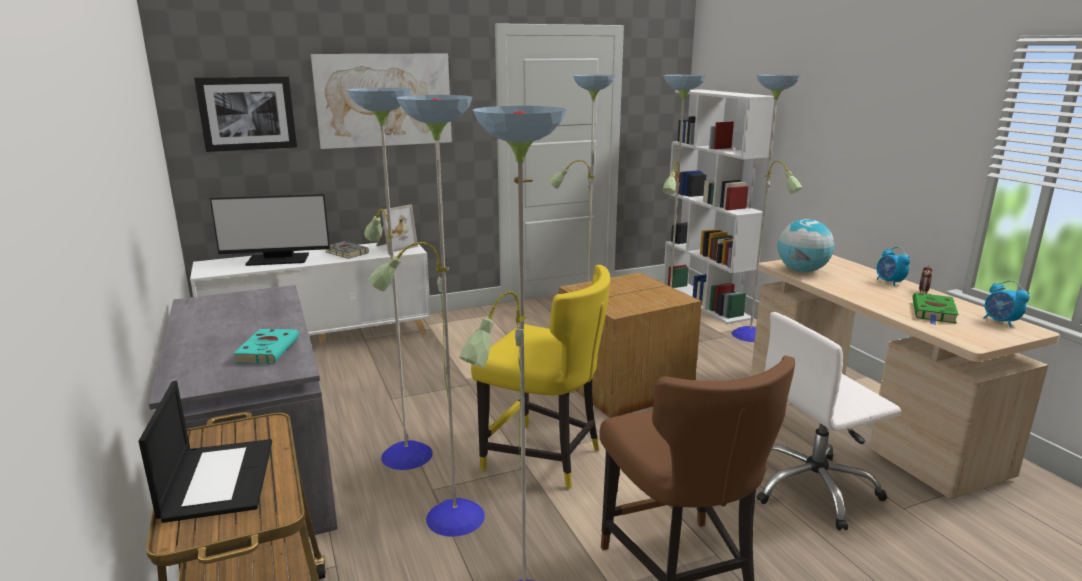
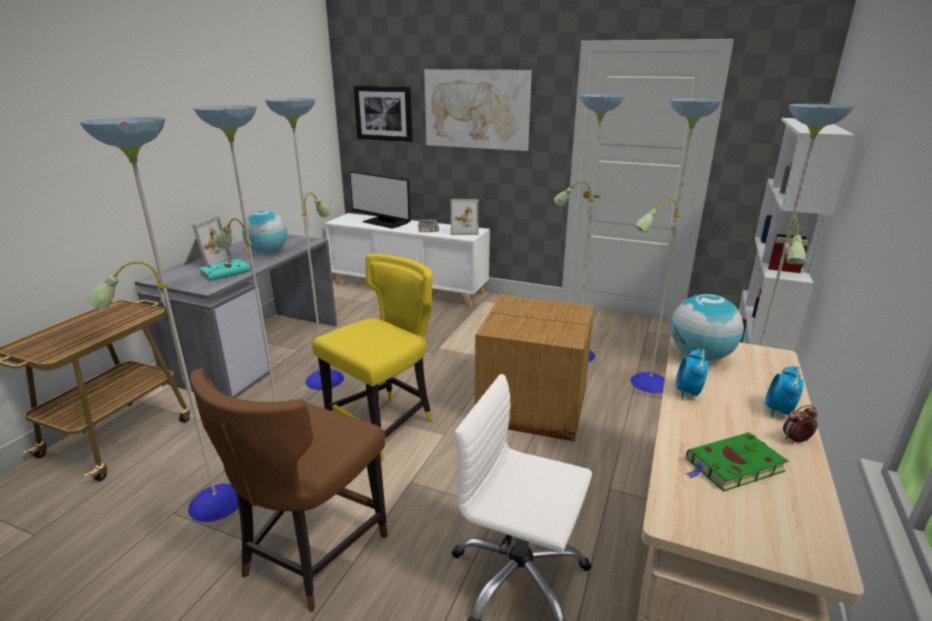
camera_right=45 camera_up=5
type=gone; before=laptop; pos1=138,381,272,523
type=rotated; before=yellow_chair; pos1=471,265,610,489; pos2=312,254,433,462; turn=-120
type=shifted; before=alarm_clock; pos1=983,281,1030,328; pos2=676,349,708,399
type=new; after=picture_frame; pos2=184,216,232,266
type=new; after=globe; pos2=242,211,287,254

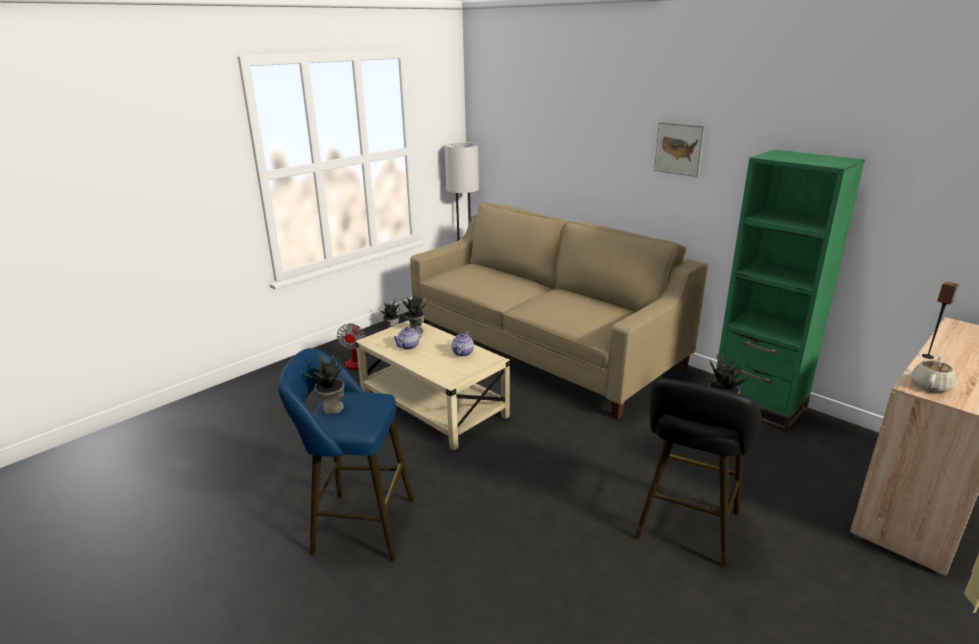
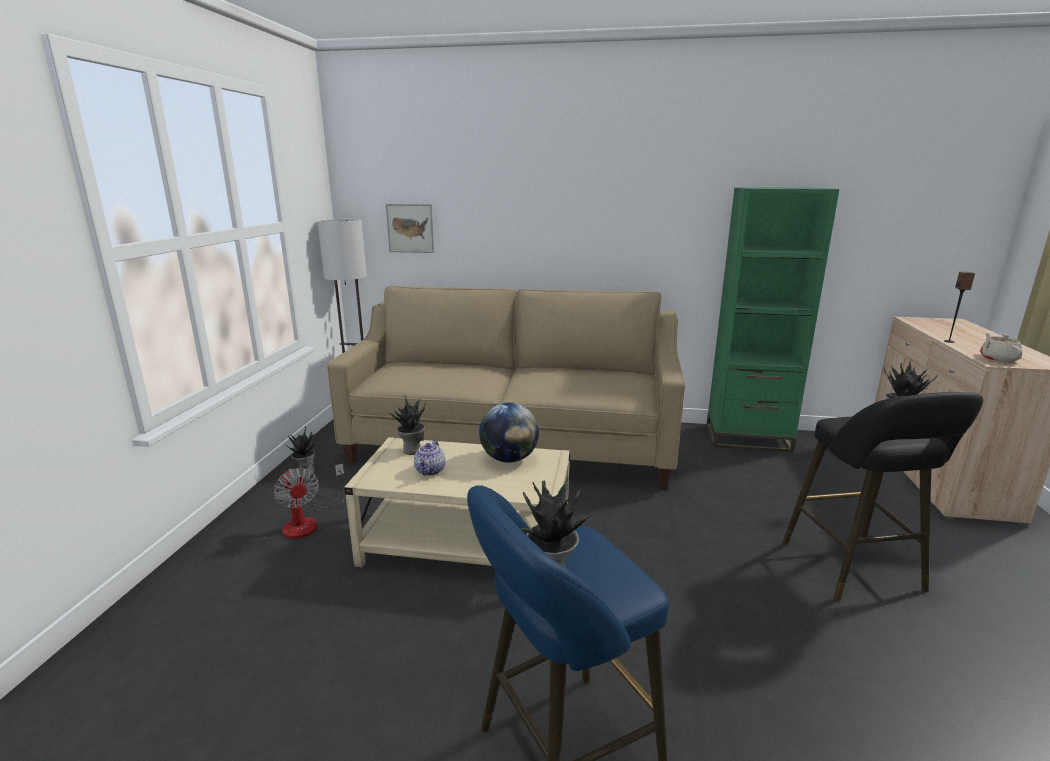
camera_right=-35 camera_up=-5
type=swapped; before=teapot; after=globe; pos1=452,331,474,357; pos2=479,402,539,463
type=shifted; before=picture; pos1=654,122,705,177; pos2=386,204,434,253

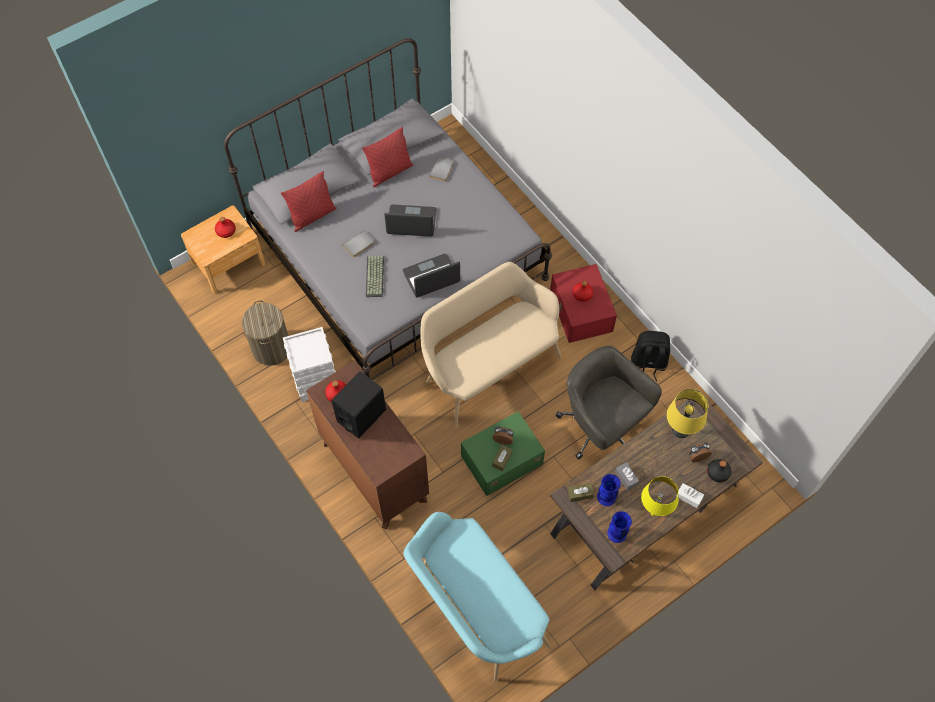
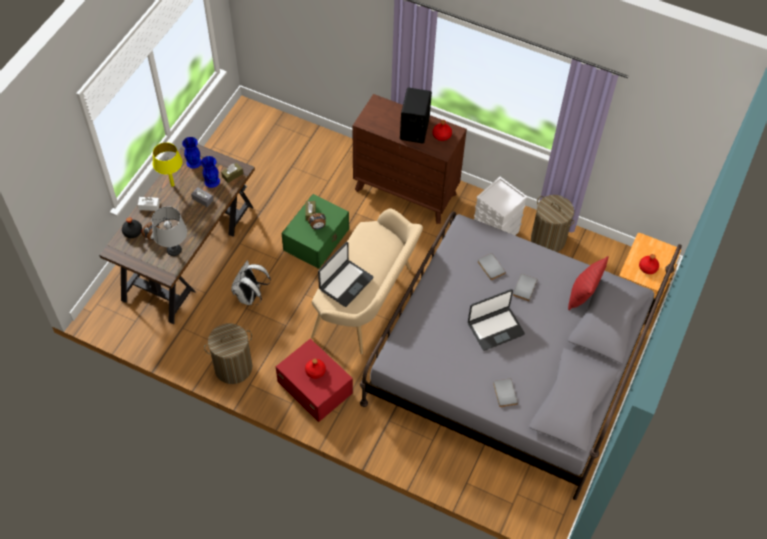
camera_right=150 camera_up=-5
type=gone; before=red_pillow; pos1=362,127,413,187
type=swapped; before=keyboard; after=grey_book; pos1=366,256,384,297; pos2=478,253,506,280
type=shifted; before=laptop; pos1=403,254,460,298; pos2=318,242,373,307
type=gone; before=turquoise_bench; pos1=404,512,551,681
type=swapped; before=grey_office_chair; after=white_backpack; pos1=556,346,662,460; pos2=231,261,271,305
type=swapped; before=black_backpack; after=laundry_basket; pos1=631,331,670,381; pos2=204,323,252,384
type=repainted; before=yellow_table_lamp; after=grey_table_lamp; pos1=667,389,708,438; pos2=152,207,187,256

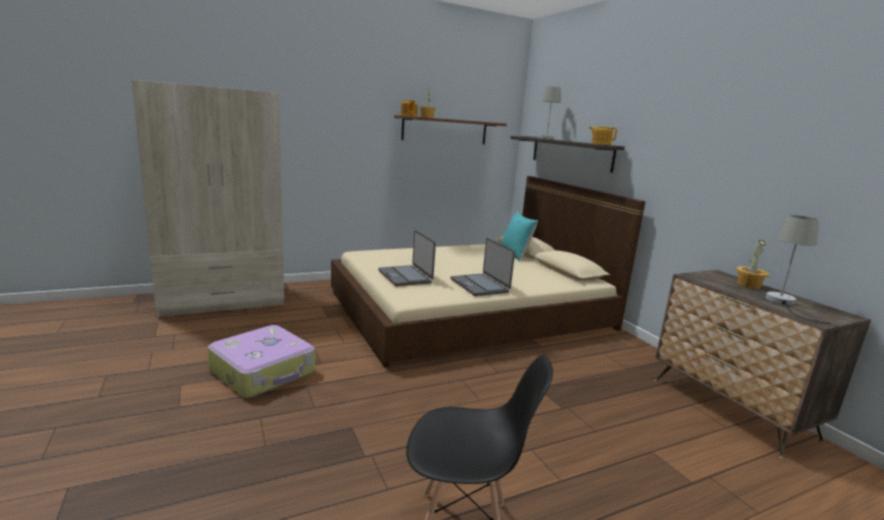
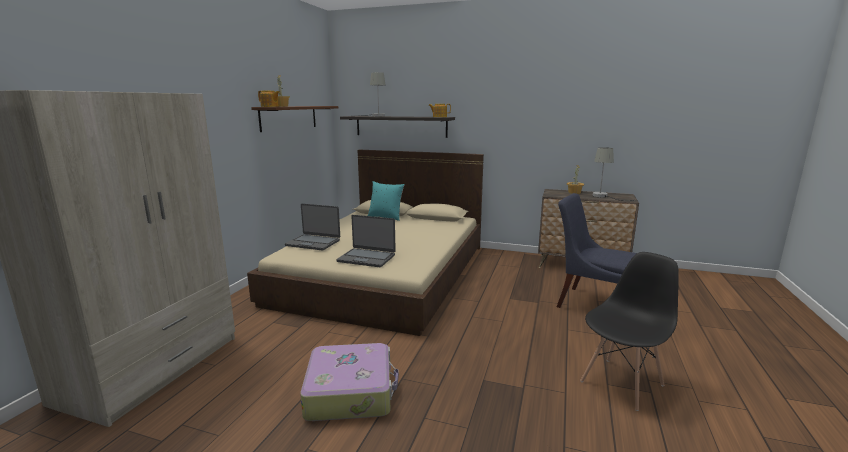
camera_right=-45 camera_up=0
type=shifted; before=laptop; pos1=450,238,515,296; pos2=285,204,340,250
type=new; after=blue_chair; pos2=557,193,637,308

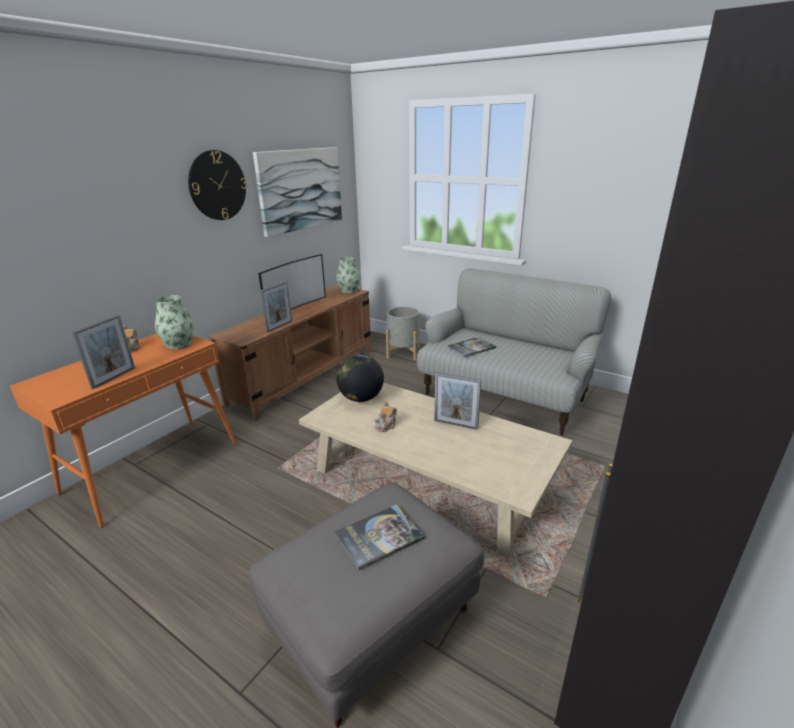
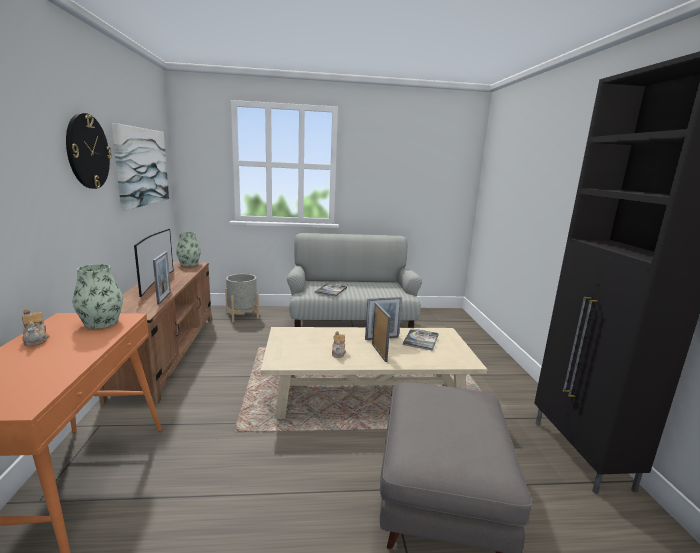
camera_right=-40 camera_up=-10
type=shifted; before=picture_frame; pos1=72,314,135,389; pos2=372,302,391,362
type=shifted; before=book; pos1=334,504,425,570; pos2=403,328,439,351
type=gone; before=globe; pos1=336,355,384,402

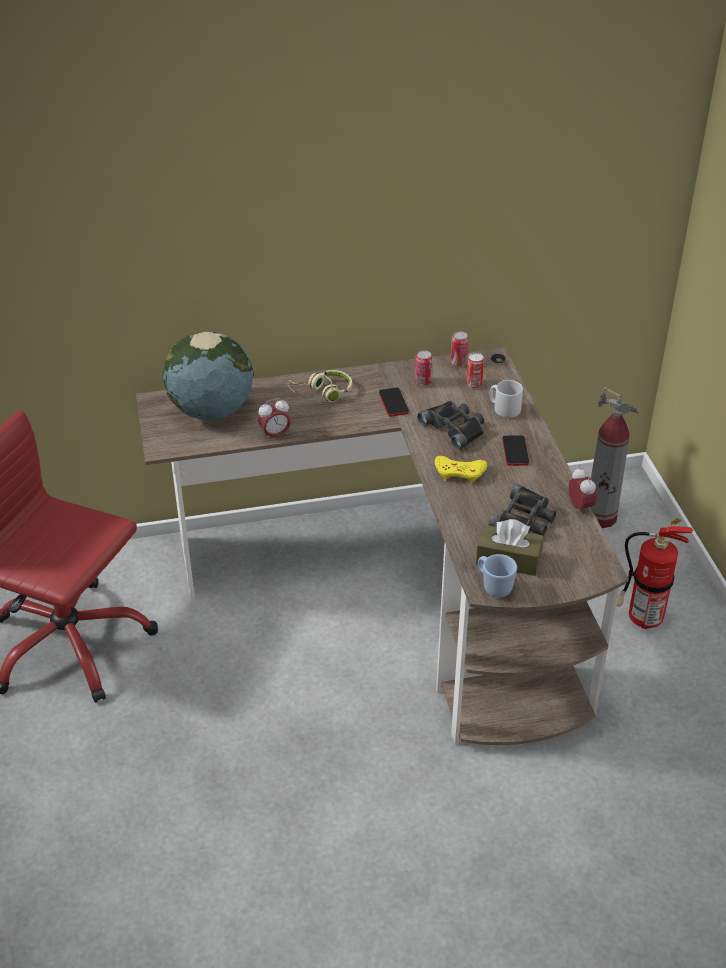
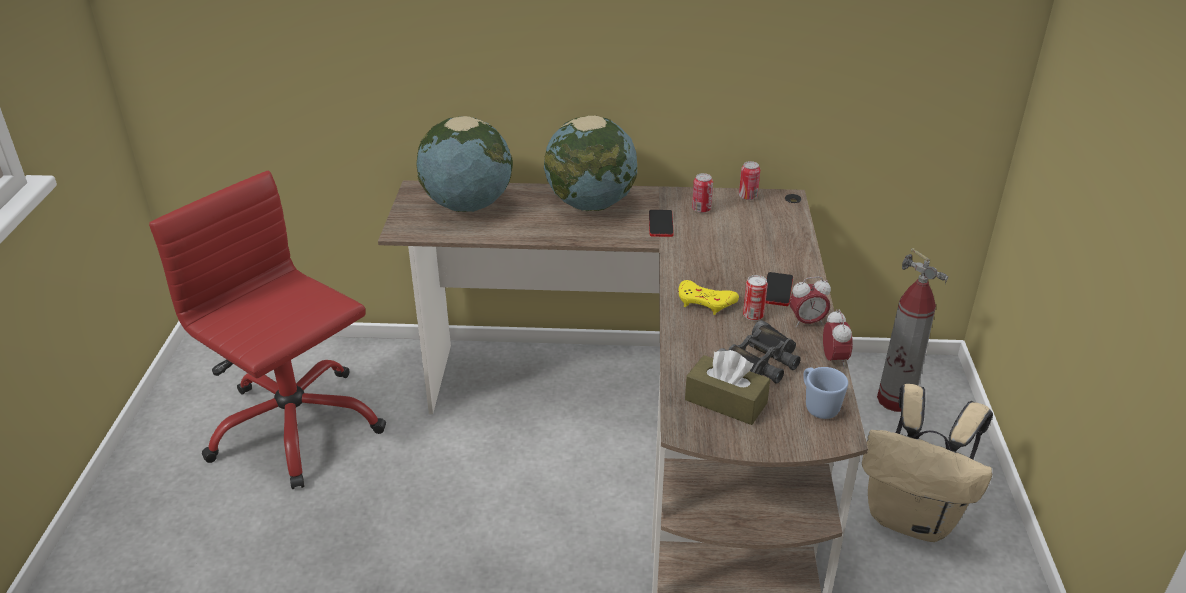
camera_right=15 camera_up=-5
type=shifted; before=alarm_clock; pos1=258,398,291,441; pos2=790,277,831,327
type=swapped; before=beige_headphones; after=globe; pos1=288,370,352,402; pos2=544,115,638,211
type=gone; before=black_binoculars; pos1=417,401,484,450
type=shifted; before=can; pos1=466,353,484,389; pos2=743,275,768,321
type=shifted; before=blue_mug; pos1=478,554,517,598; pos2=803,367,848,419
type=gone; before=grey_mug; pos1=490,380,523,418
type=swapped; before=fire_extinguisher; after=beige_backpack; pos1=616,518,693,629; pos2=862,384,993,542

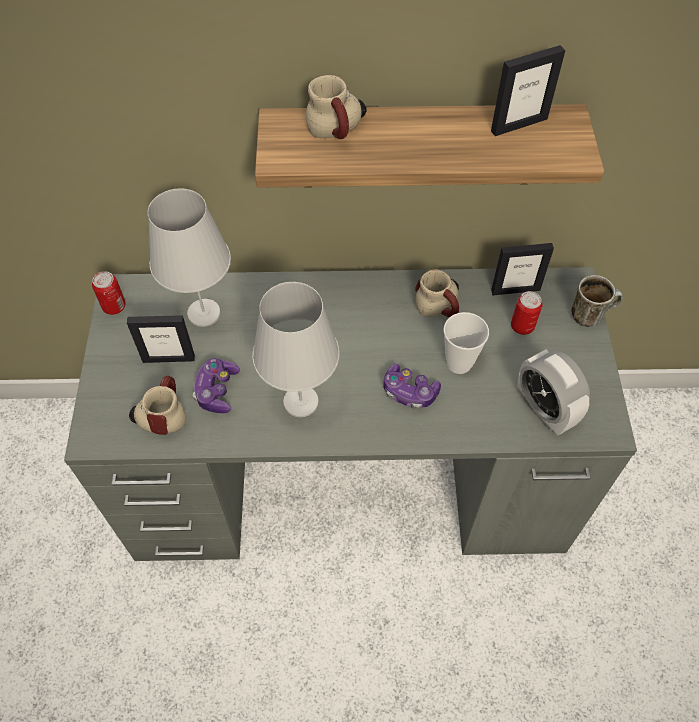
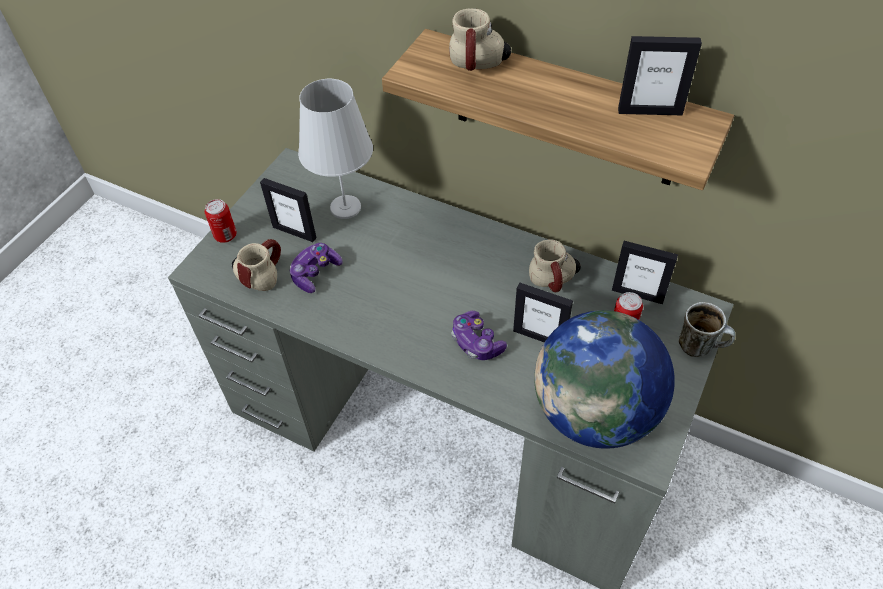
camera_right=30 camera_up=-5
type=shifted; before=can; pos1=92,271,126,315; pos2=205,199,237,243
type=gone; before=white_table_lamp; pos1=252,282,340,417
type=swapped; before=cup; after=picture_frame; pos1=444,312,489,374; pos2=513,282,573,343
type=swapped; before=alarm_clock; after=globe; pos1=517,349,590,435; pos2=534,310,675,449

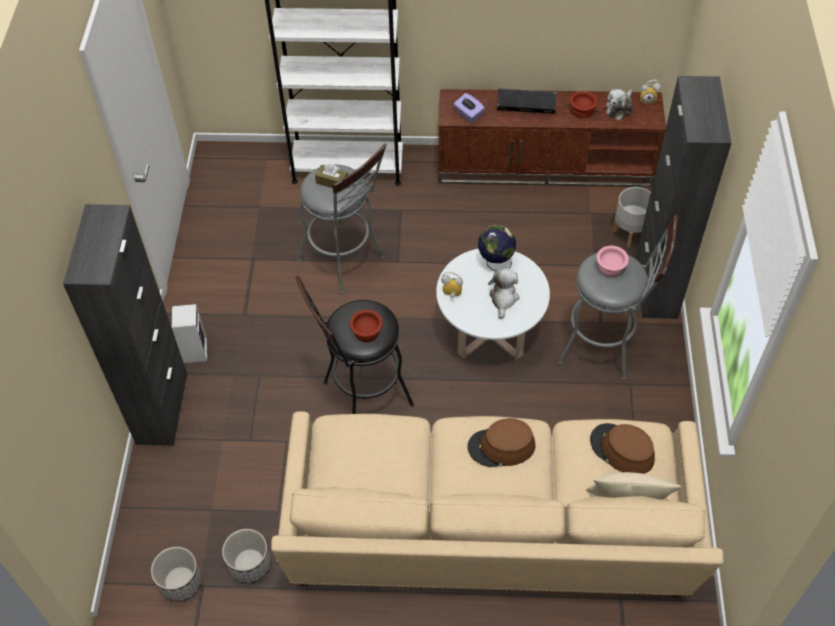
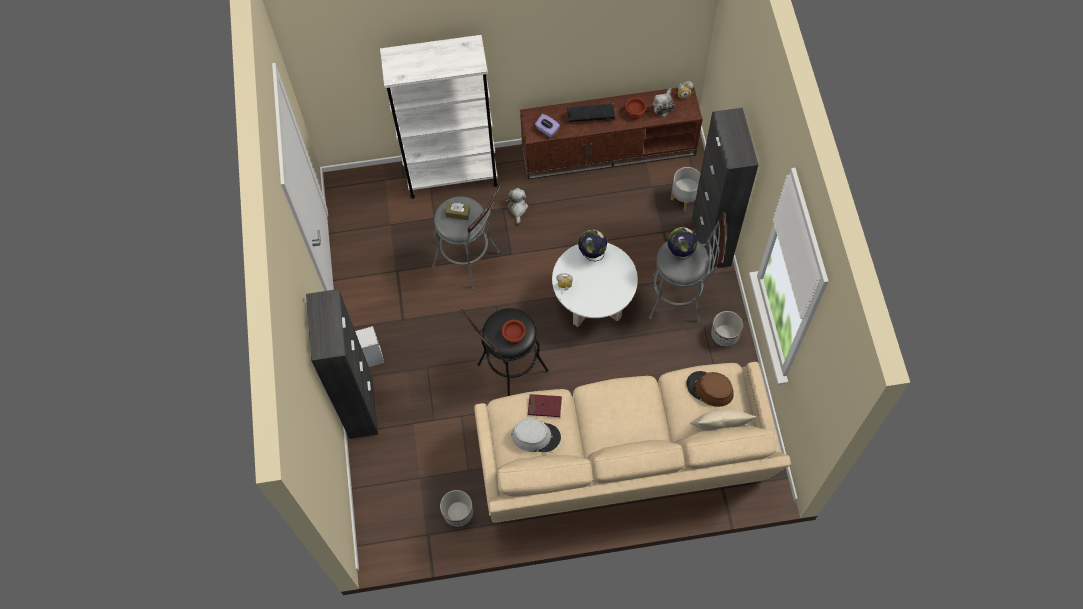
camera_right=-10 camera_up=10
type=shifted; before=planter; pos1=151,547,201,602; pos2=711,311,743,347
type=gone; before=brown_hat; pos1=467,418,536,467
type=shifted; before=plush_toy; pos1=488,268,519,319; pos2=505,188,528,224
type=swapped; before=pink_bowl; after=globe; pos1=596,246,629,277; pos2=667,227,698,260
type=new; after=grey_hat; pos2=511,418,561,452
type=new; after=red_book; pos2=528,394,562,417

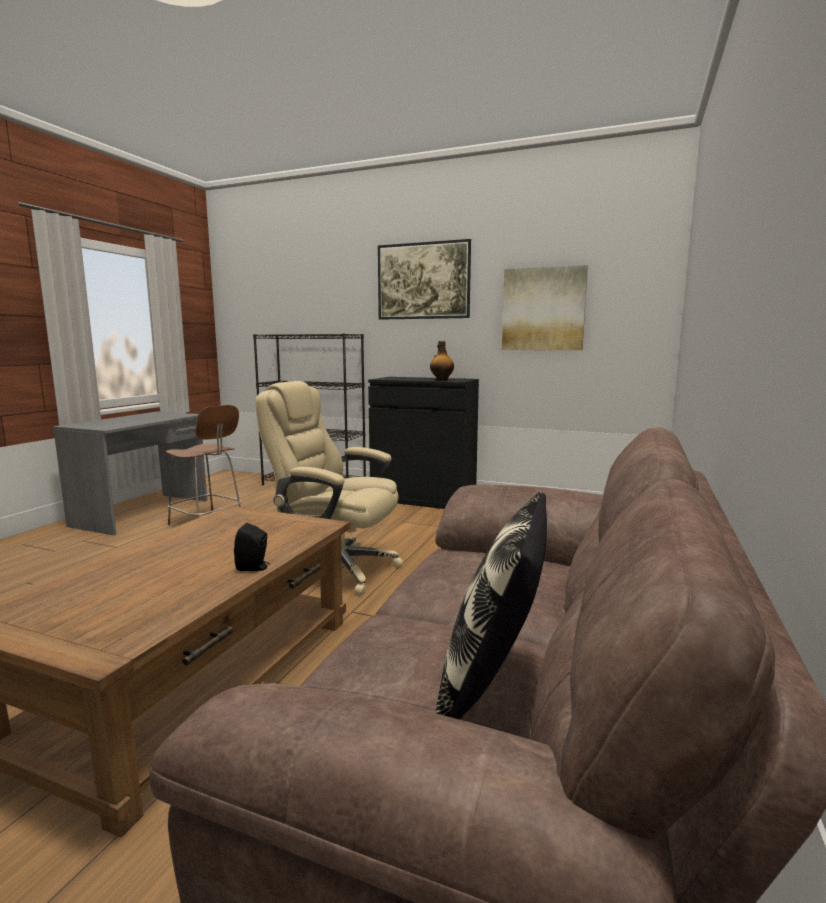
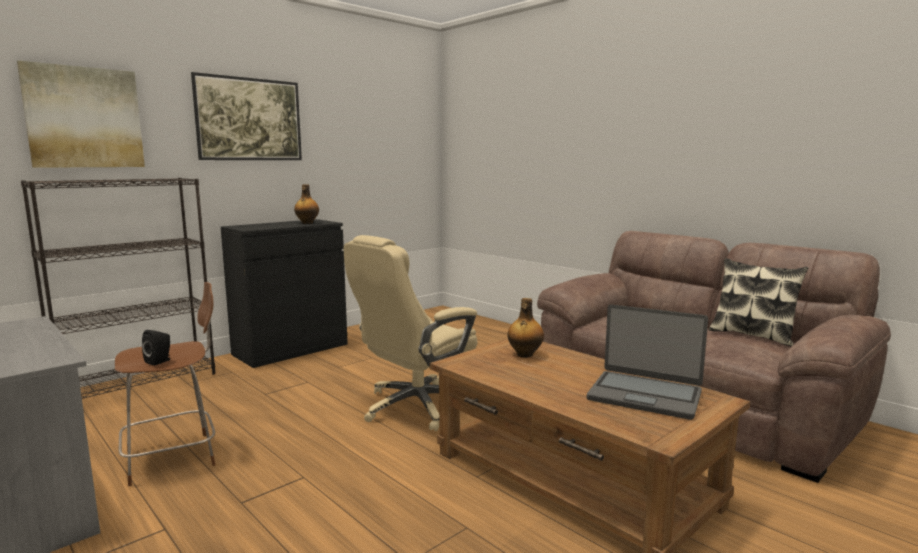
camera_right=-65 camera_up=0
type=shifted; before=black_speaker; pos1=234,523,270,571; pos2=142,330,170,366
type=shifted; before=picture; pos1=502,265,588,350; pos2=17,61,145,168
type=new; after=bottle; pos2=507,298,544,358
type=new; after=laptop; pos2=587,304,708,420

